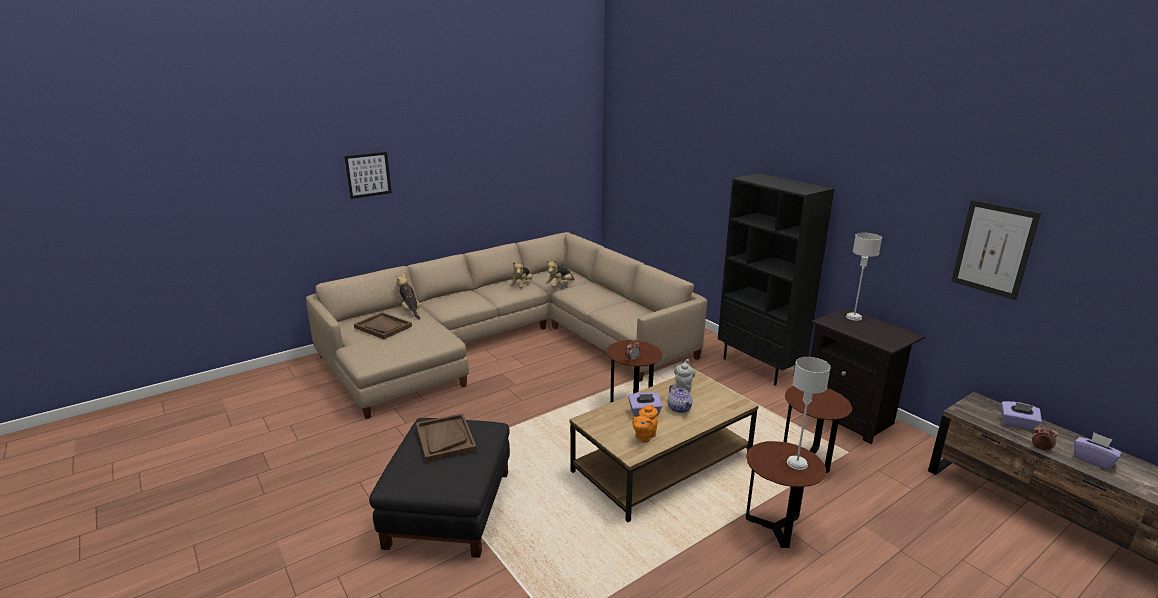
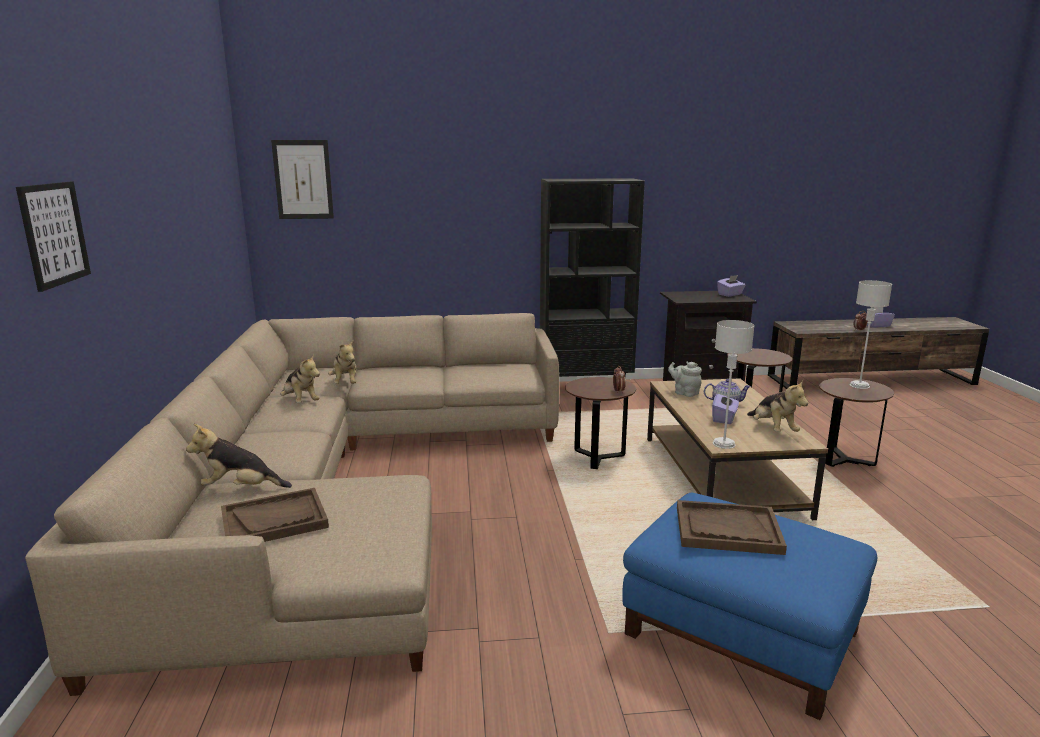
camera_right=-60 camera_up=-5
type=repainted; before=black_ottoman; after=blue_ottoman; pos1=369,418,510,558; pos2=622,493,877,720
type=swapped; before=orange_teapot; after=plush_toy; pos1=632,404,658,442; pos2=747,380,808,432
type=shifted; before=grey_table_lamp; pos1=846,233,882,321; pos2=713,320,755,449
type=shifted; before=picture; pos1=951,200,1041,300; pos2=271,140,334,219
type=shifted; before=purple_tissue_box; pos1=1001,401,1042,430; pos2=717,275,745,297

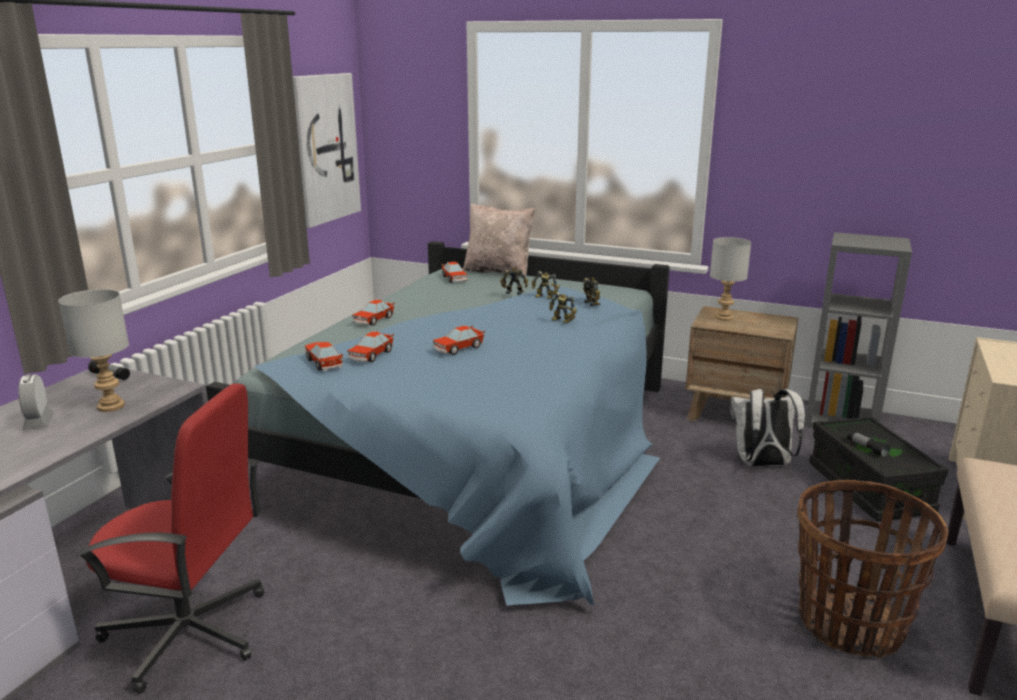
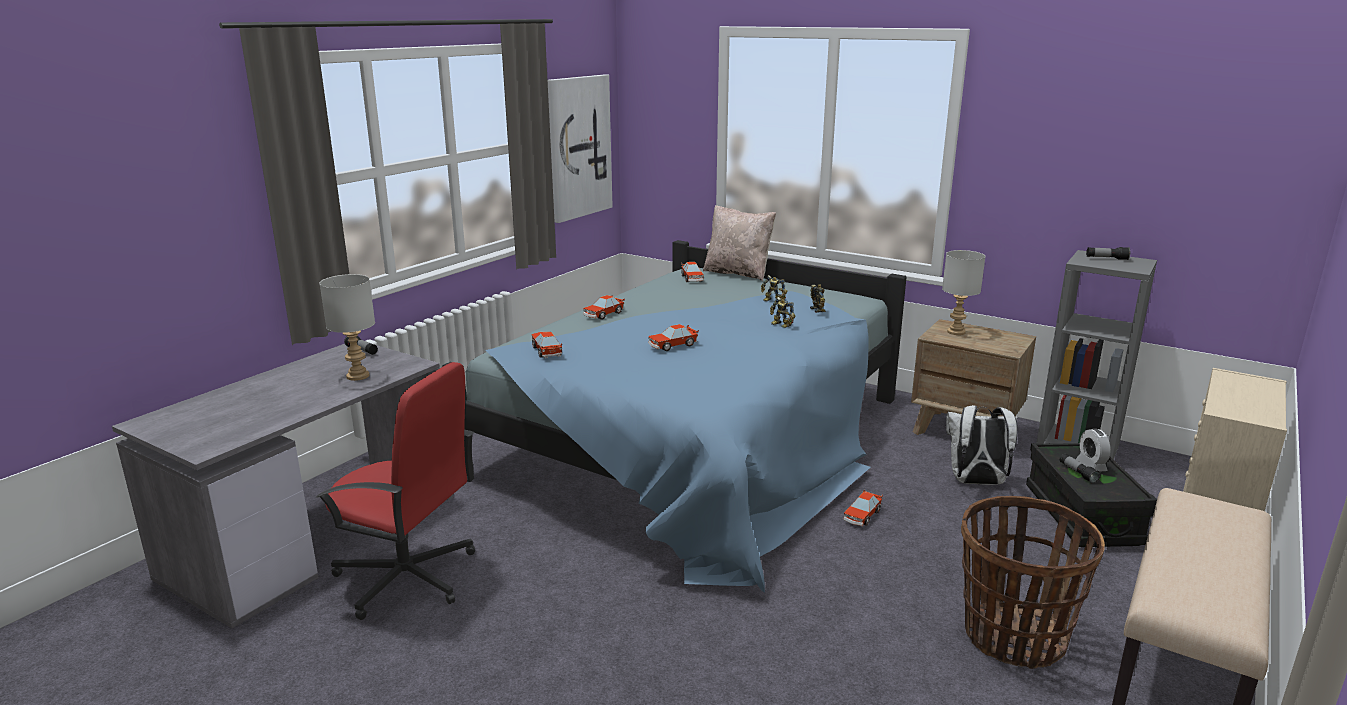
camera_right=10 camera_up=0
type=shifted; before=alarm_clock; pos1=18,374,54,430; pos2=1076,429,1111,472
type=shifted; before=toy_car; pos1=347,331,394,362; pos2=843,489,883,526
type=gone; before=toy_robot; pos1=500,268,528,295
type=new; after=flashlight; pos2=1086,247,1130,260

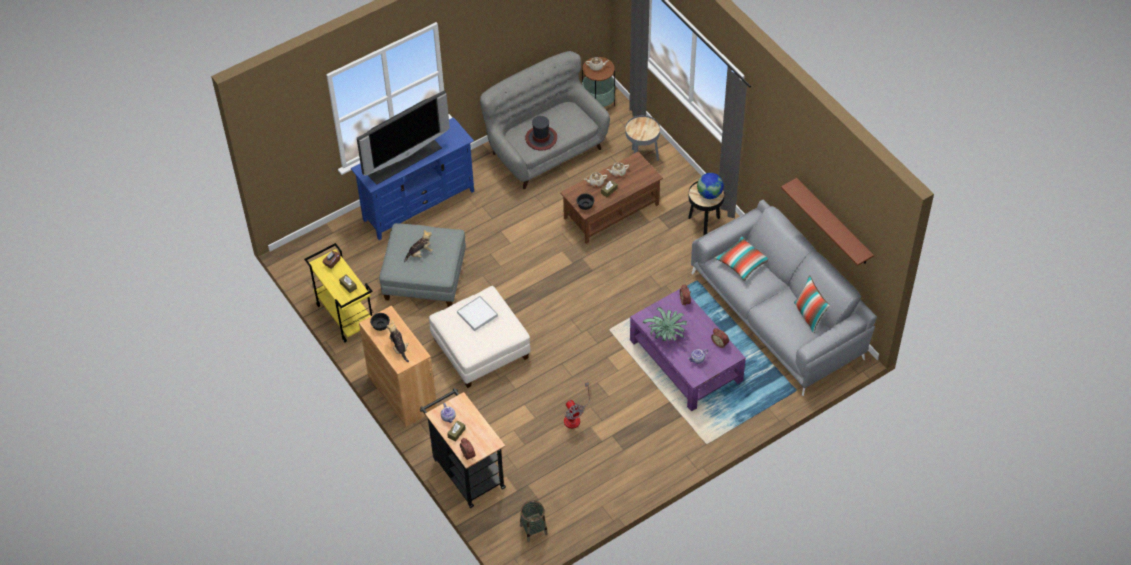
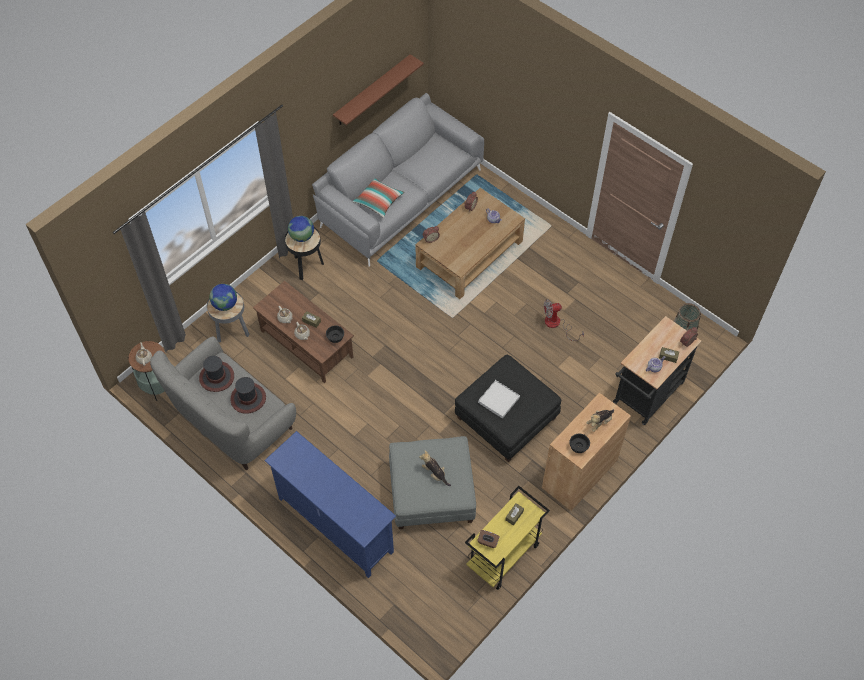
camera_right=-105 camera_up=5
type=gone; before=television; pos1=357,90,450,185
type=repainted; before=white_ottoman; after=black_ottoman; pos1=429,286,531,388; pos2=455,354,561,462
type=rotated; before=fan; pos1=564,382,590,429; pos2=544,299,584,341; turn=-150
type=repainted; before=purple_coffee_table; after=brown_coffee_table; pos1=630,288,746,412; pos2=415,188,525,299
type=gone; before=potted_plant; pos1=643,307,687,341
type=gone; before=pillow; pos1=794,275,830,333
type=new; after=hat; pos2=199,356,234,392
type=new; after=globe; pos2=209,284,237,311

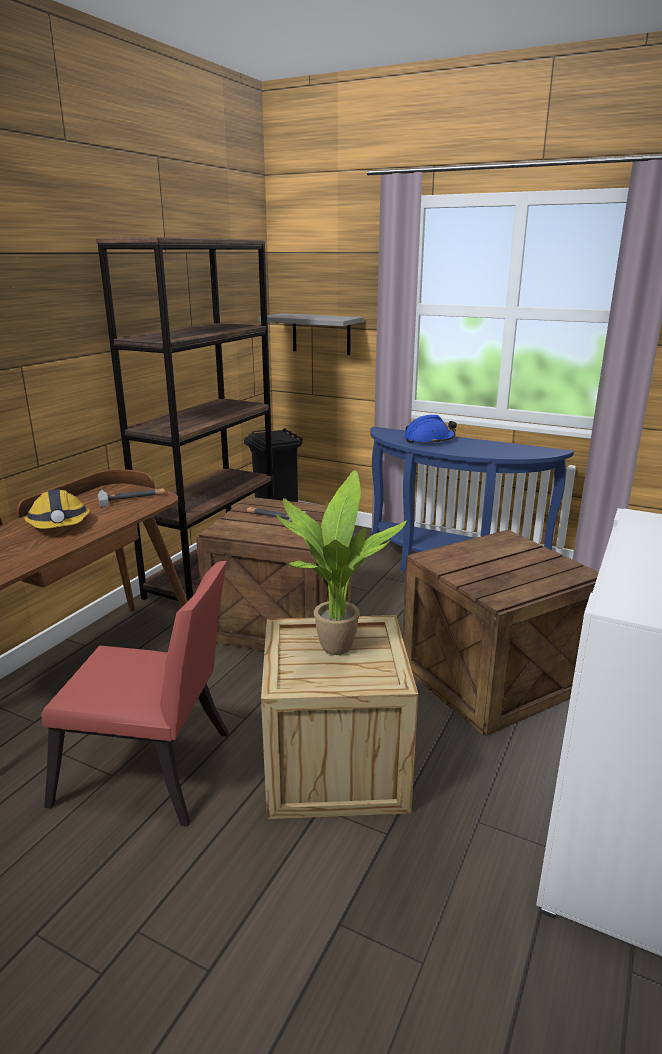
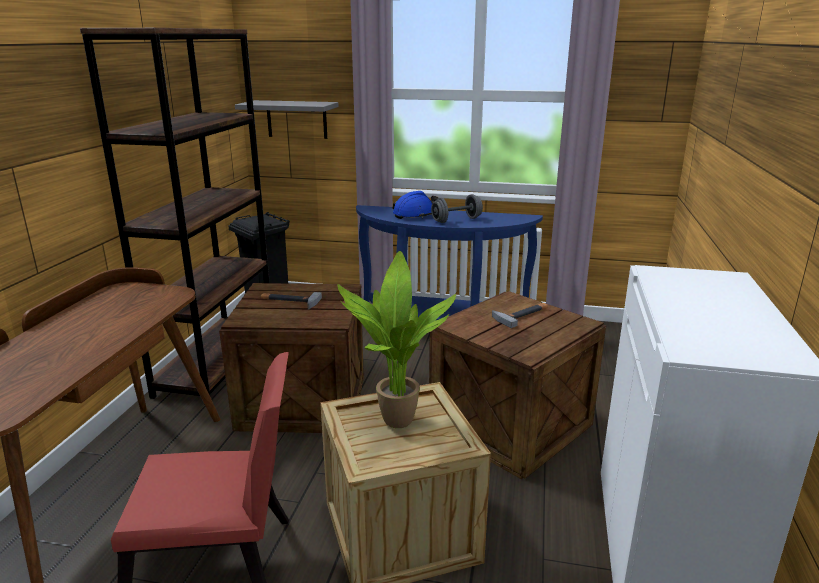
camera_right=-15 camera_up=0
type=gone; before=hard_hat; pos1=24,489,90,529
type=shifted; before=hammer; pos1=98,489,165,507; pos2=492,303,548,328
type=new; after=grey_dumbbell; pos2=431,194,483,223

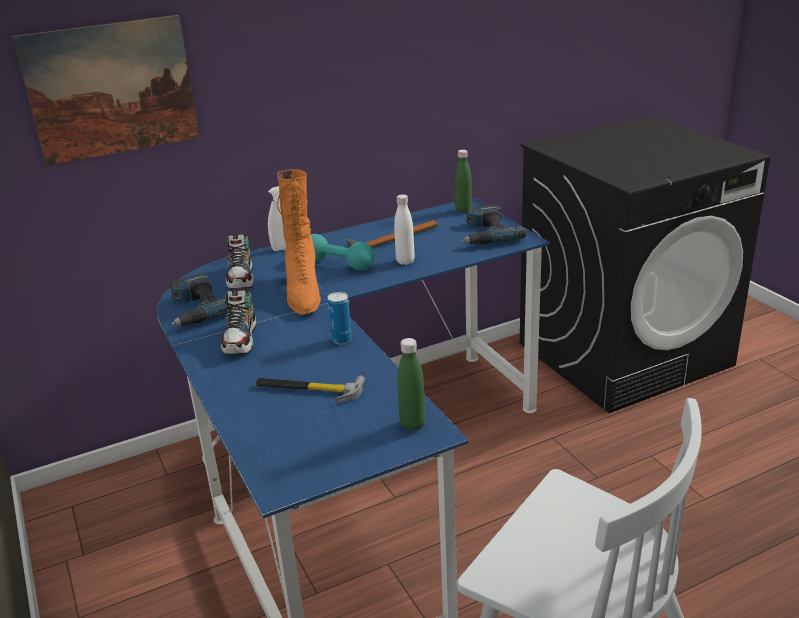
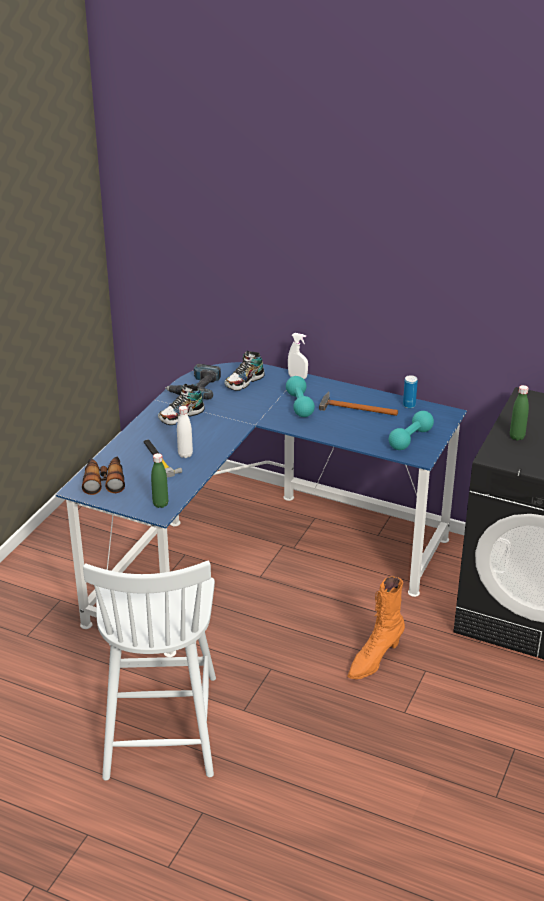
camera_right=50 camera_up=5
type=gone; before=picture; pos1=12,15,200,166
type=shifted; before=orange_boot; pos1=277,169,321,315; pos2=347,577,405,679
type=shifted; before=can; pos1=328,292,352,345; pos2=403,375,418,408
type=shifted; before=white_bottle; pos1=394,194,415,265; pos2=177,406,193,458
type=shifted; before=green_bottle; pos1=455,150,472,213; pos2=510,385,529,441
type=swapped; before=power_drill; after=turquoise_dumbbell; pos1=462,205,527,244; pos2=389,411,434,450
type=new; after=binoculars; pos2=82,457,125,495

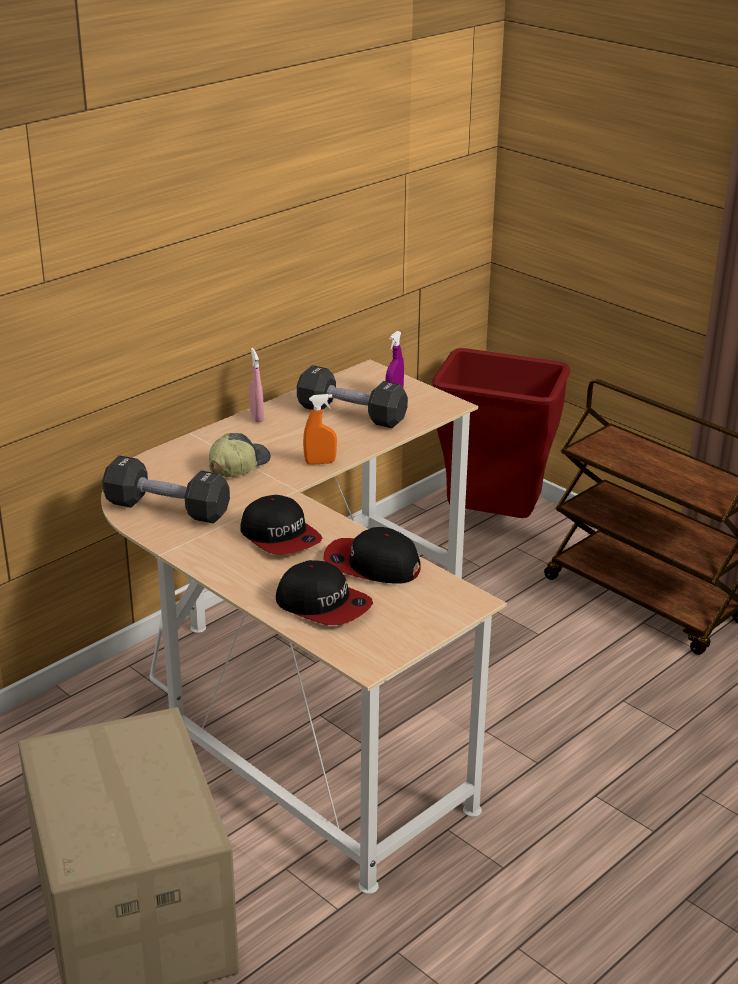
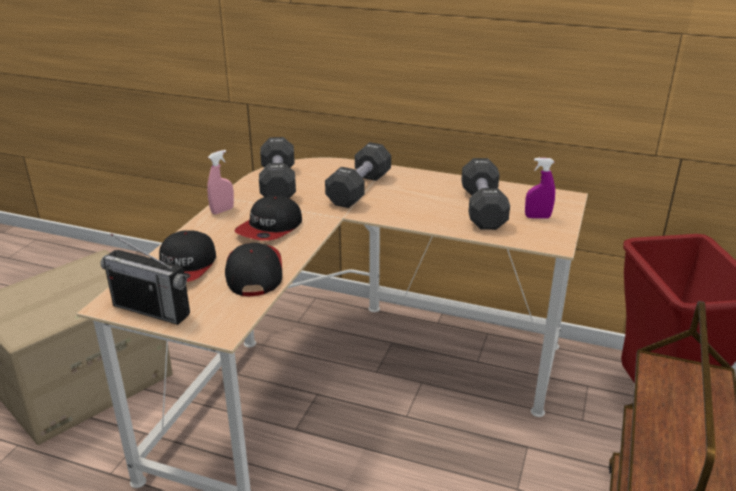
camera_right=65 camera_up=0
type=swapped; before=cap; after=black_dumbbell; pos1=209,433,271,477; pos2=325,142,391,208
type=shifted; before=pink_spray_bottle; pos1=249,348,264,422; pos2=207,150,234,214
type=gone; before=orange_spray_bottle; pos1=303,394,337,465
type=new; after=radio; pos2=101,234,190,325

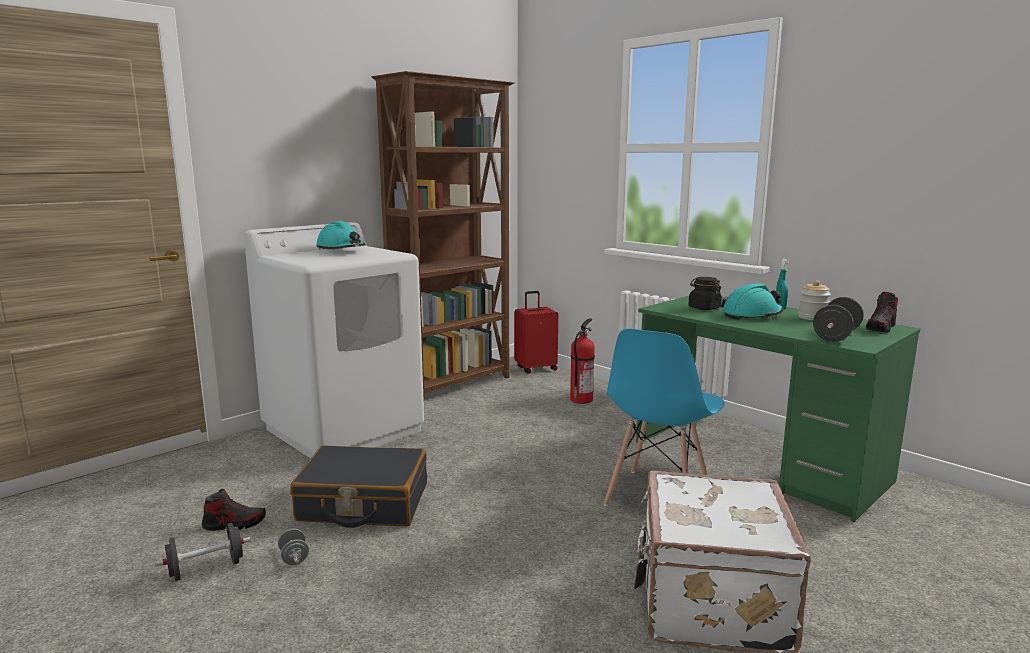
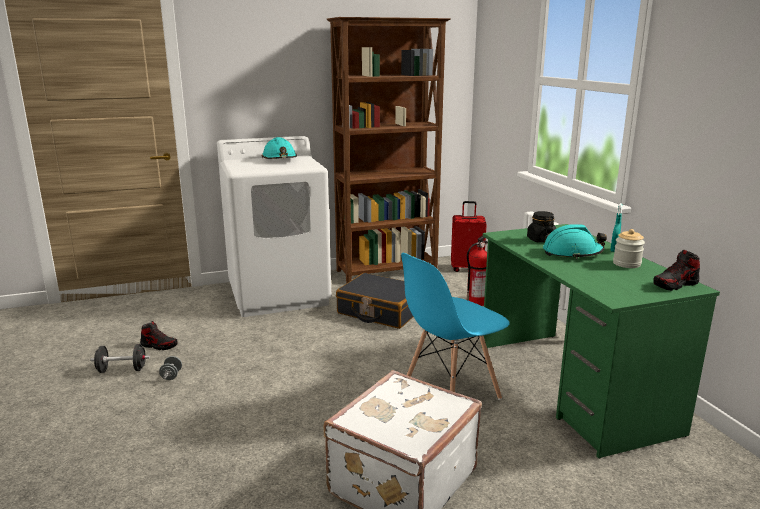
camera_right=25 camera_up=5
type=shifted; before=black_suitcase; pos1=290,445,427,528; pos2=336,273,414,329
type=gone; before=black_dumbbell; pos1=813,297,864,342

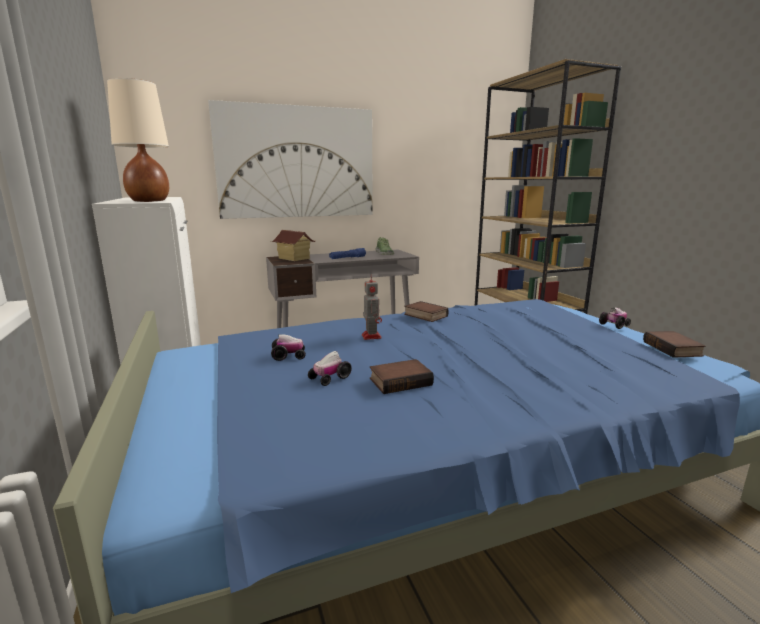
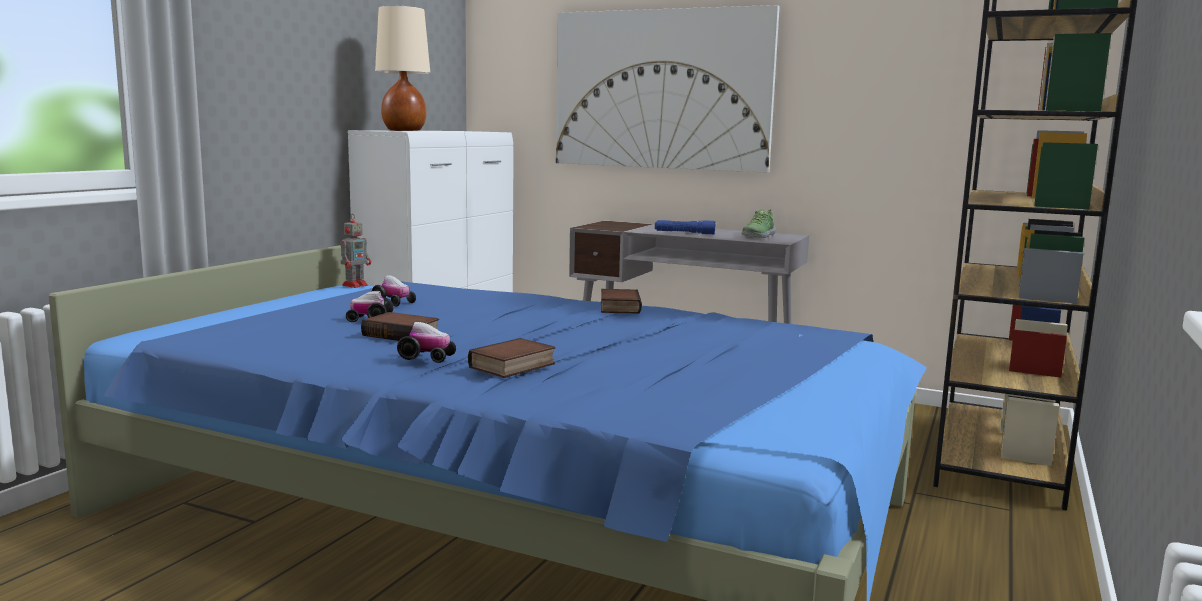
camera_right=45 camera_up=-5
type=gone; before=toy_house; pos1=271,230,315,261
type=shifted; before=toy_robot; pos1=362,274,382,340; pos2=340,214,371,288
type=shifted; before=toy_car; pos1=599,308,631,329; pos2=397,322,456,363
type=shifted; before=book; pos1=643,331,706,358; pos2=468,338,555,378

